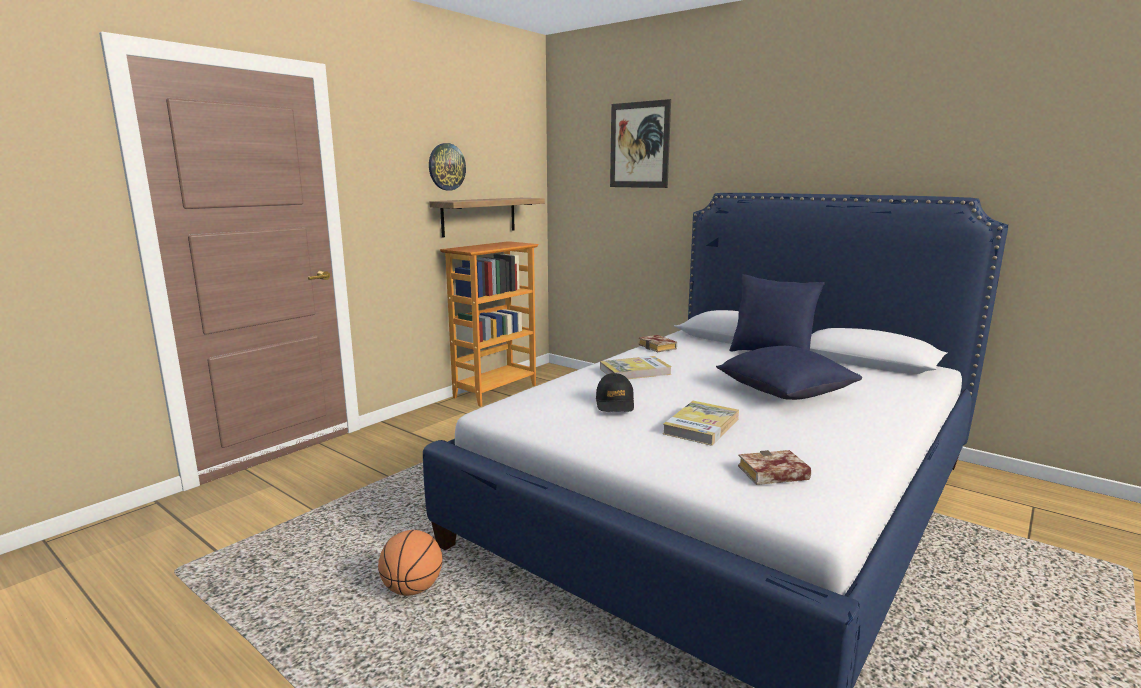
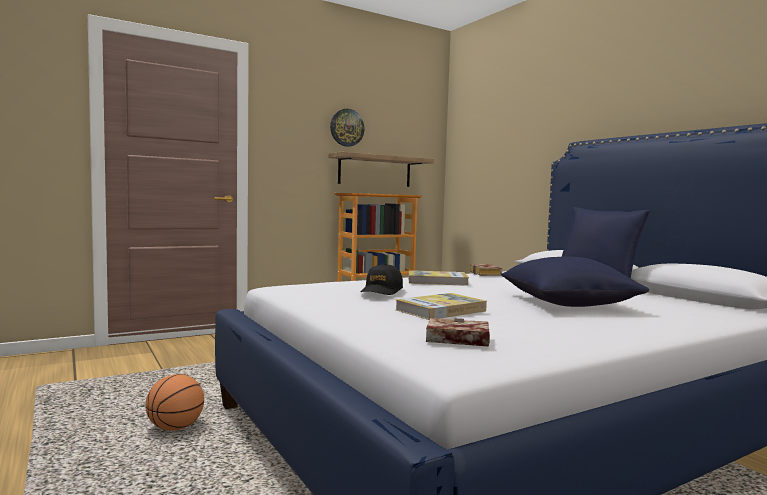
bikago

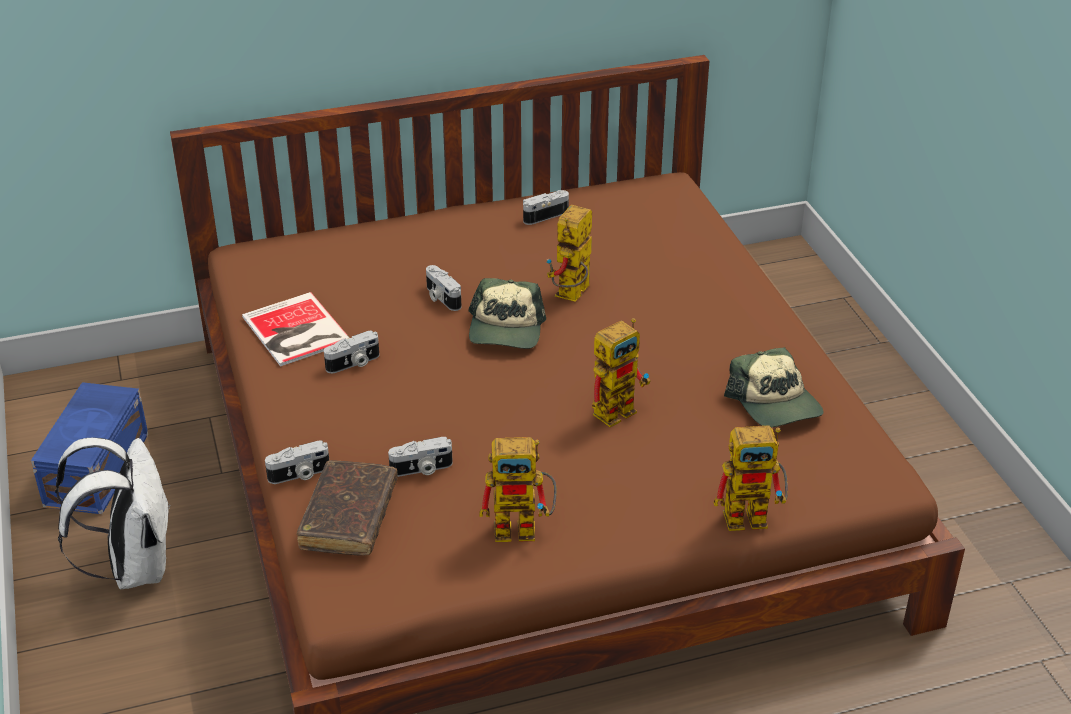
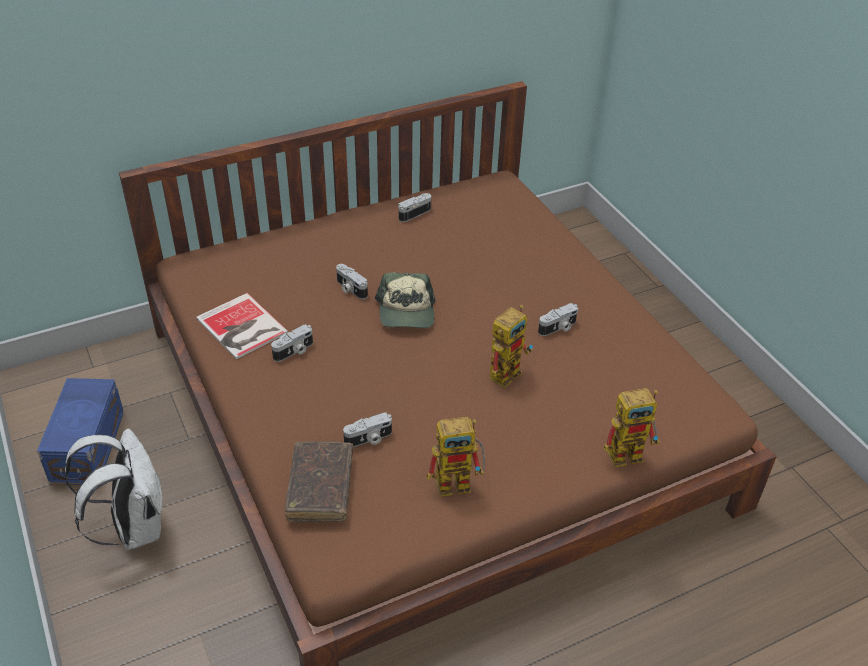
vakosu (no. 5 from left); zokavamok (no. 2 from left in the first image); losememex (no. 2 from left in the first image)

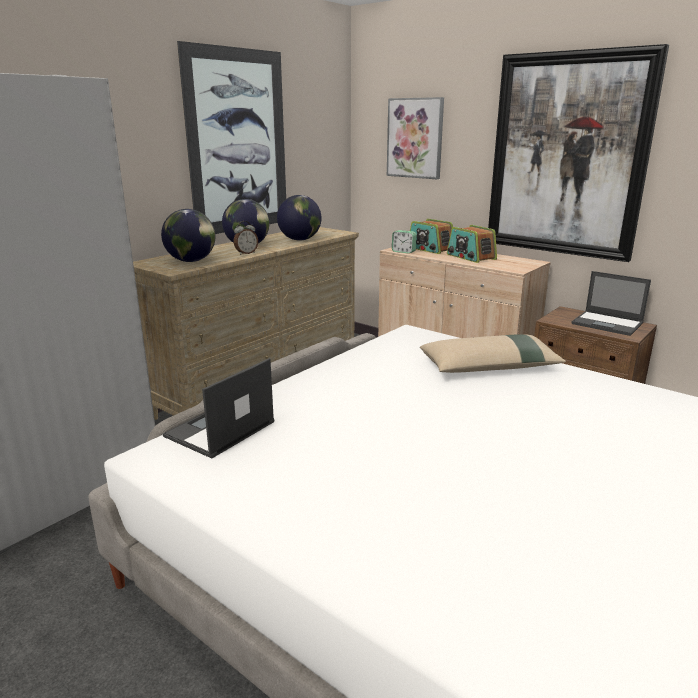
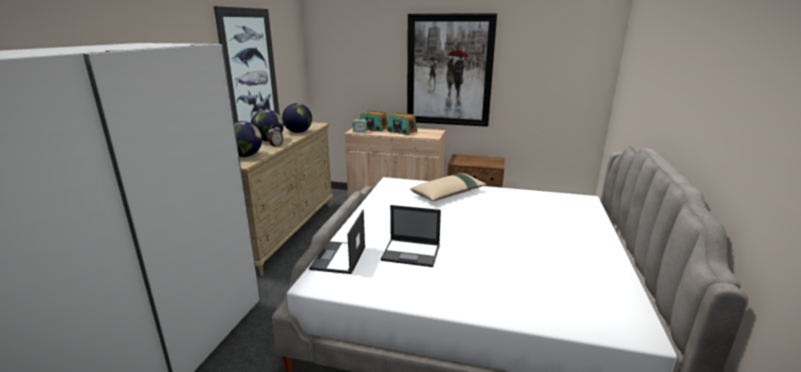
bikago (no. 2 from left in the first image); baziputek (no. 2 from left)

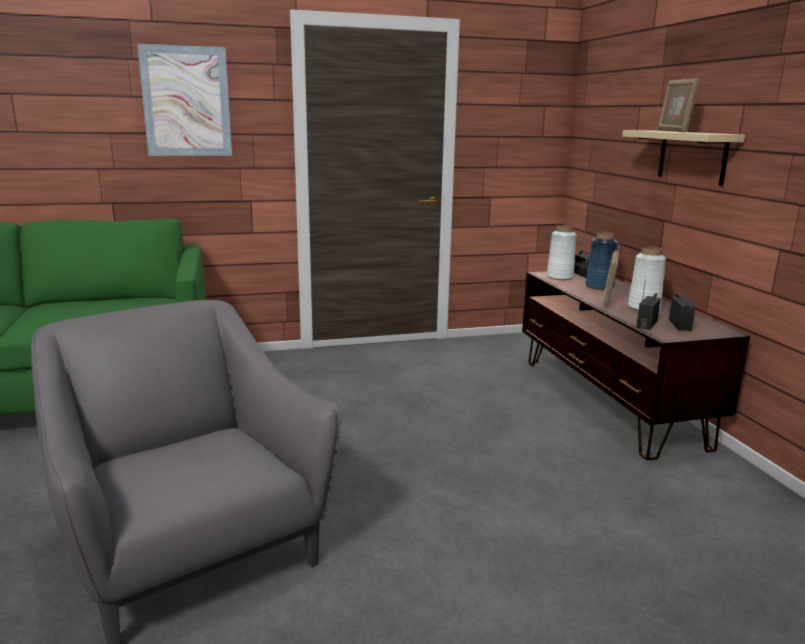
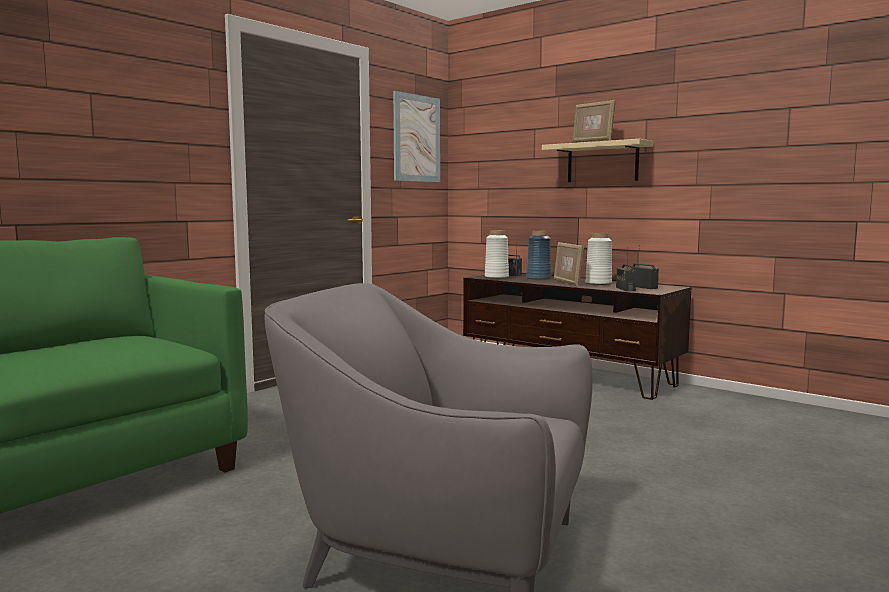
bikago

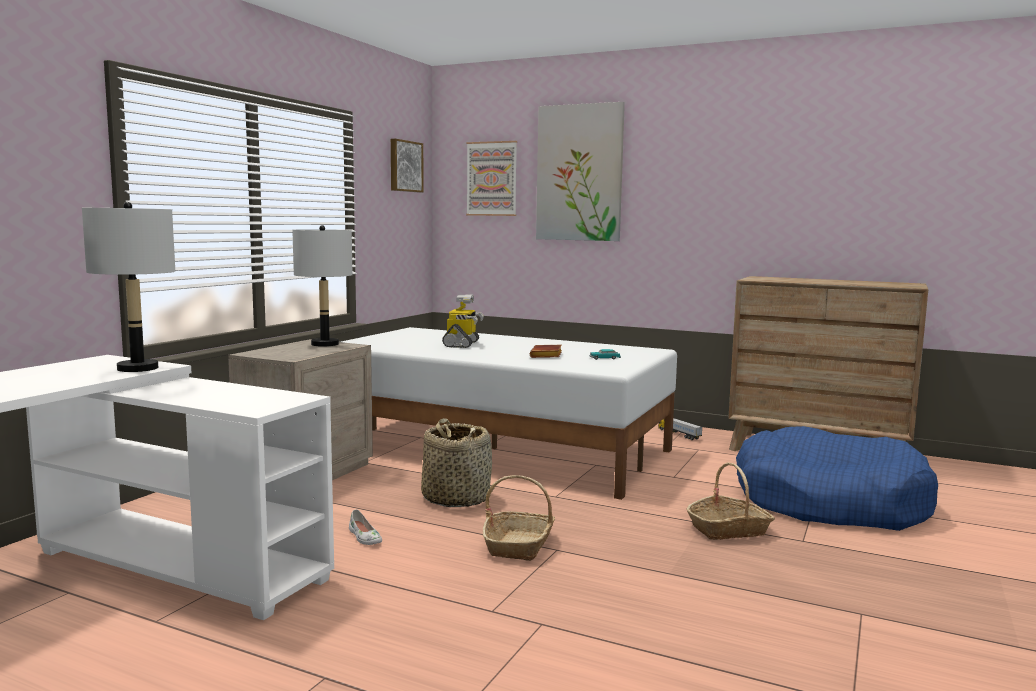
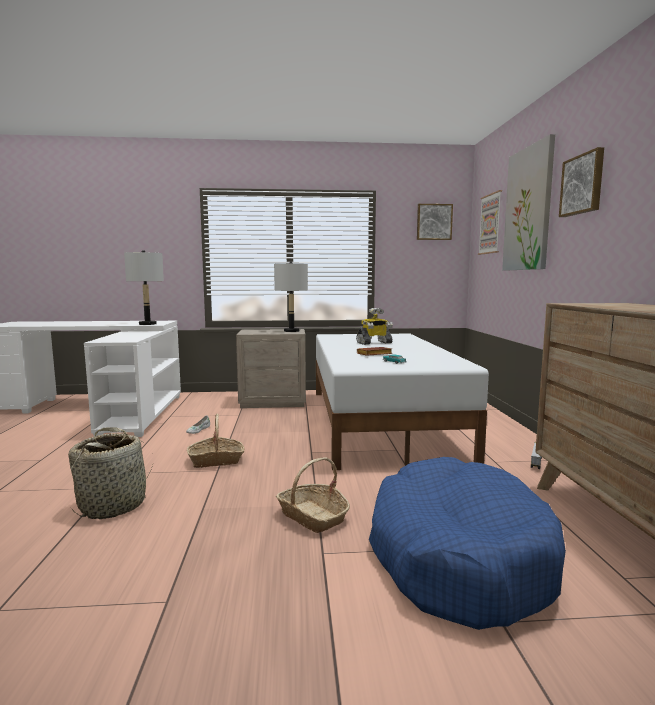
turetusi (no. 1 from left); bikago (no. 4 from left)

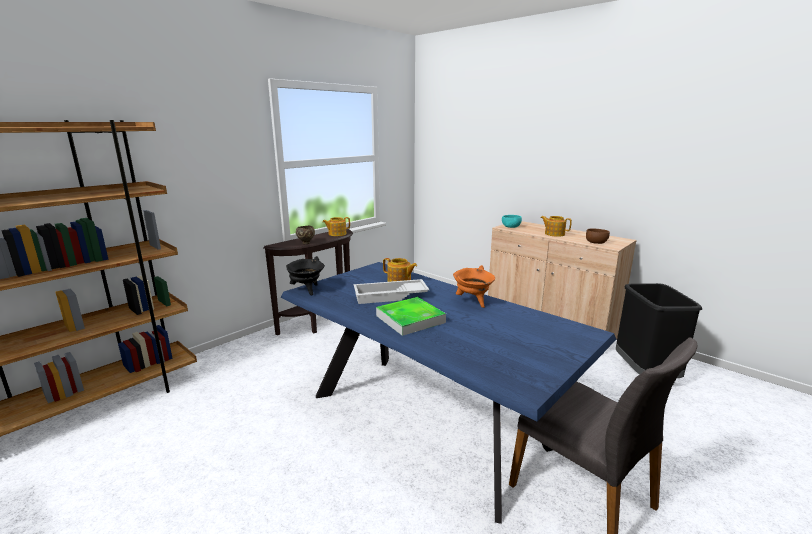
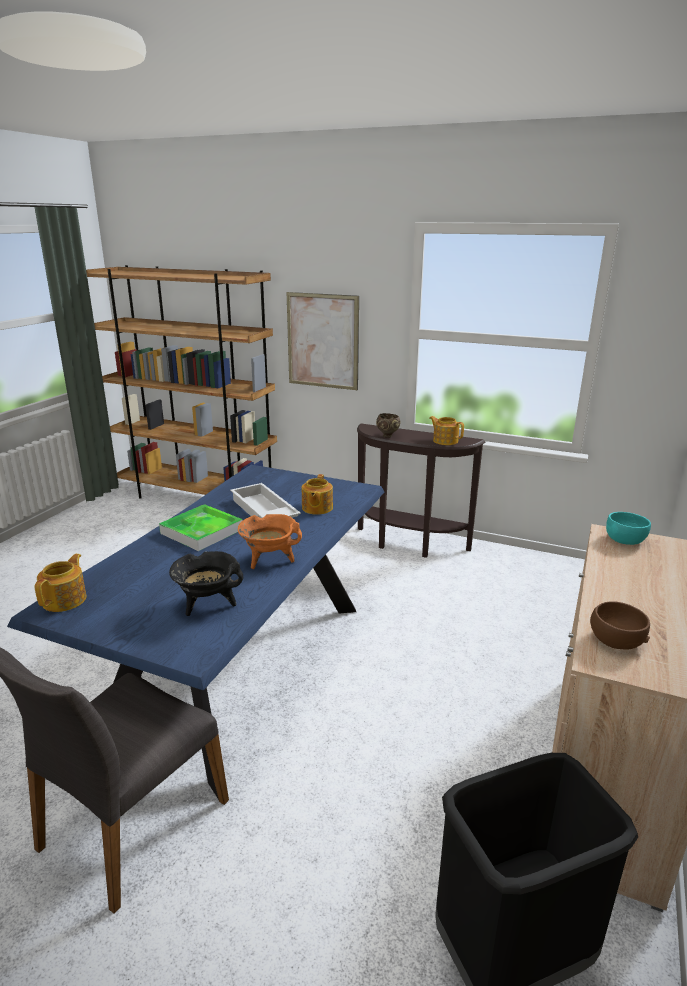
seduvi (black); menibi (no. 1 from left); bikago

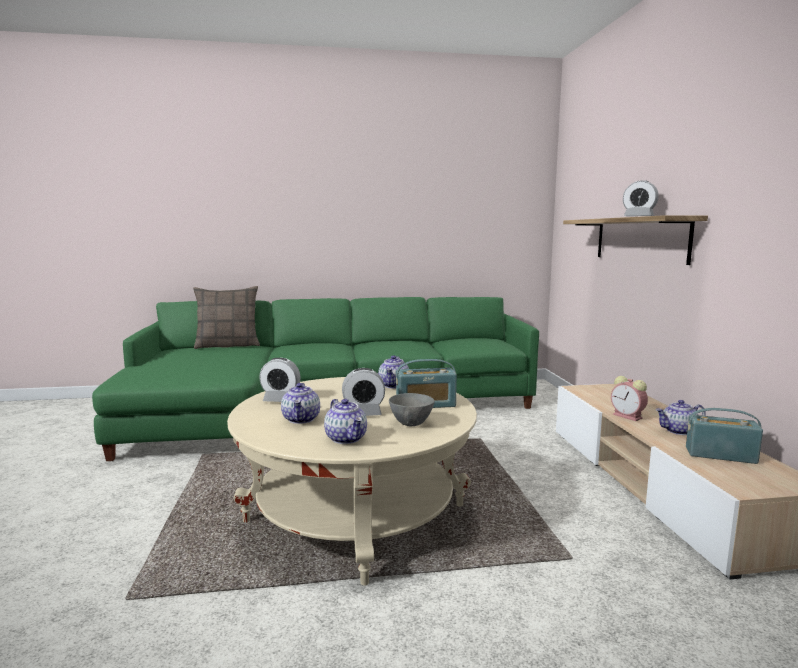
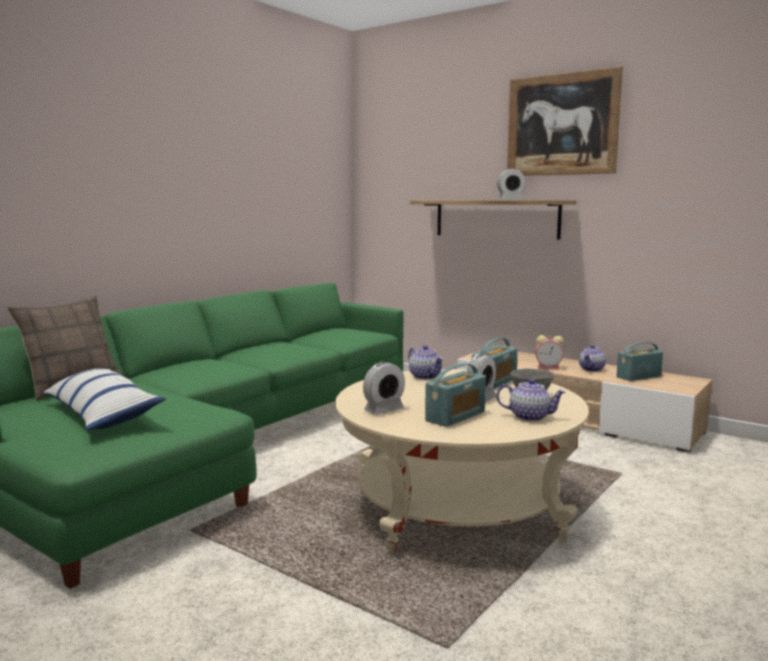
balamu (no. 1 from left); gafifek (no. 2 from left); bikago

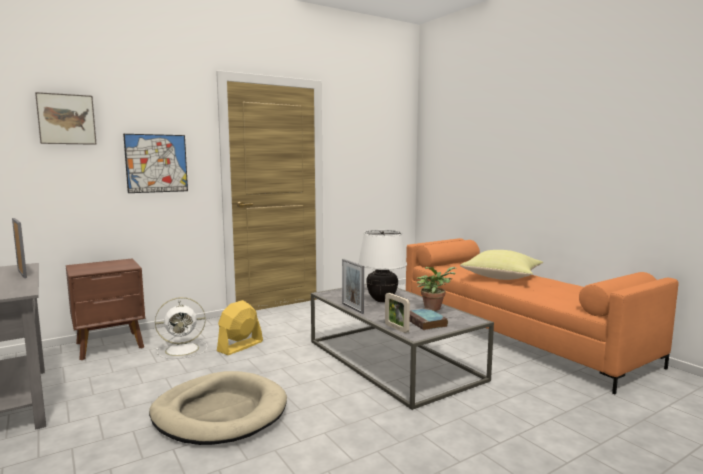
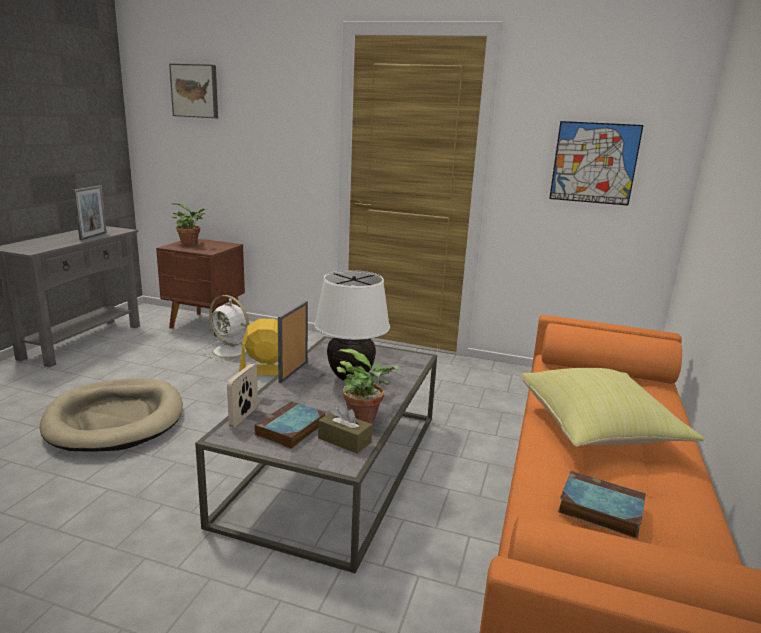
bikago (no. 2 from left); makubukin (no. 1 from left); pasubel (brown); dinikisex (no. 2 from left)

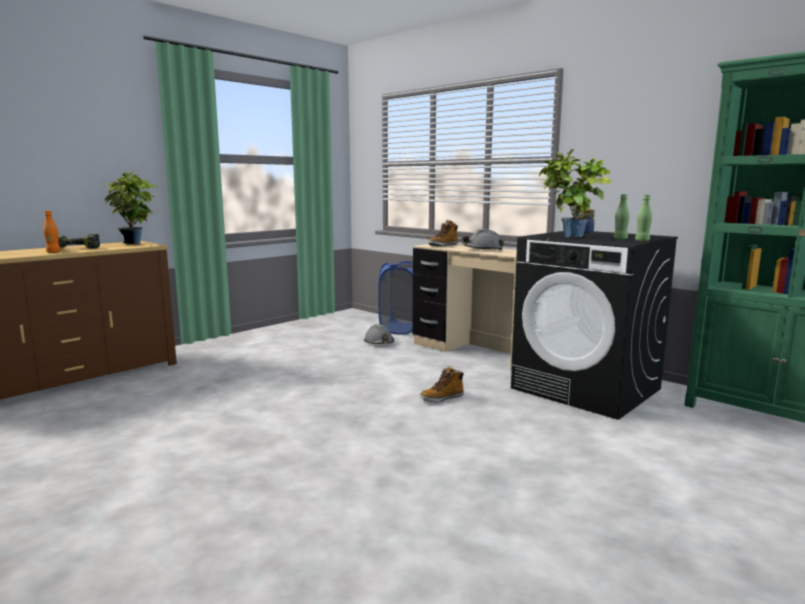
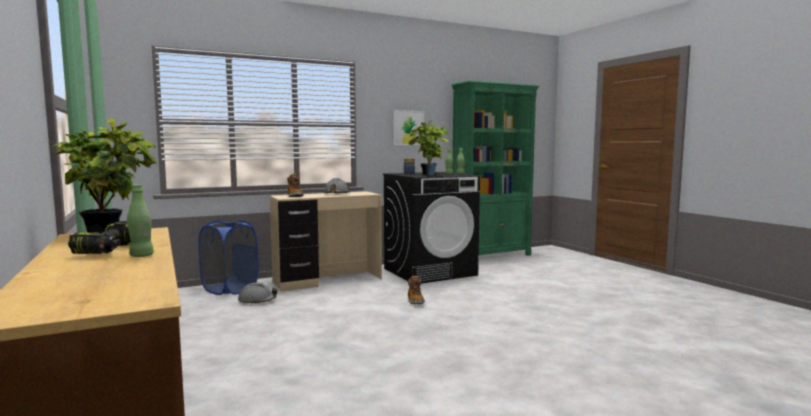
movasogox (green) (no. 1 from left); bikago

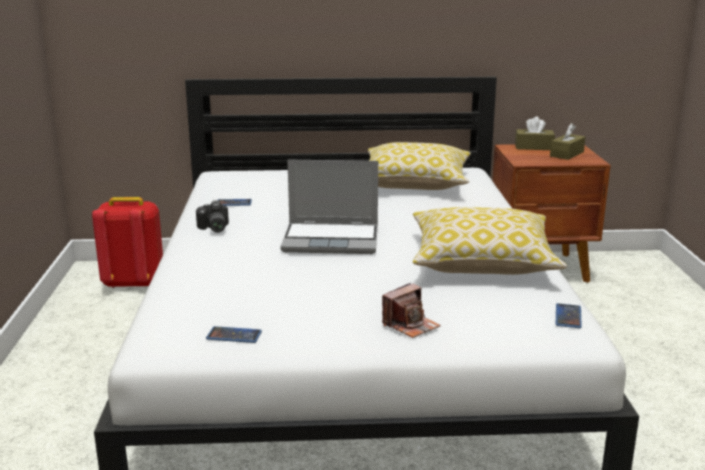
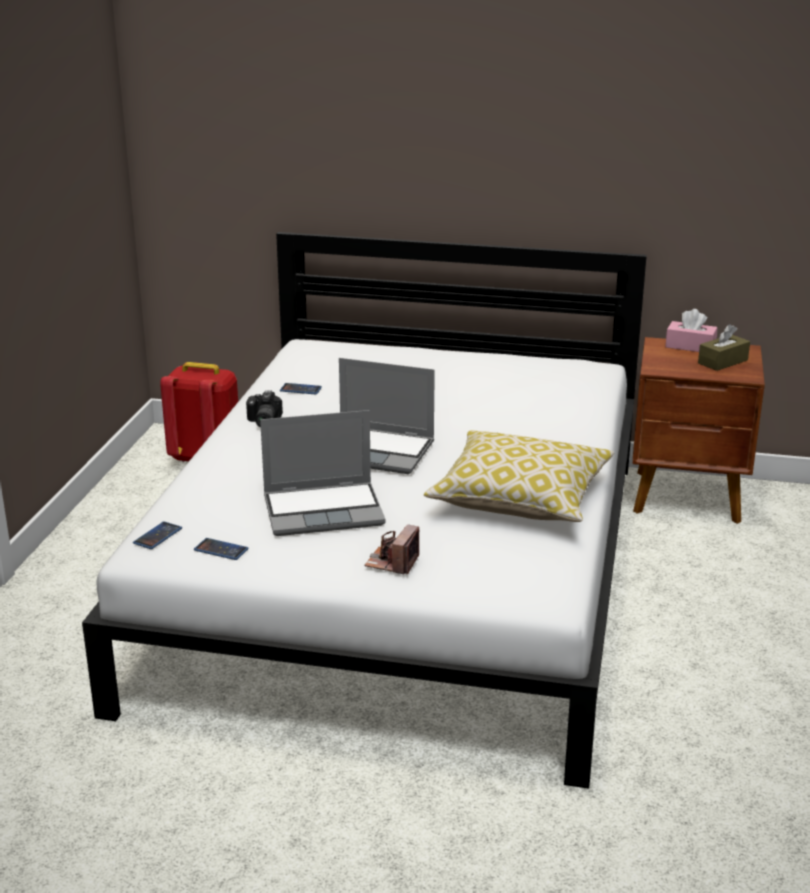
gafifek (no. 1 from left in the first image); vakosu (no. 2 from left); pasubel (pink); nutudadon (no. 1 from left); baziputek (no. 1 from left)

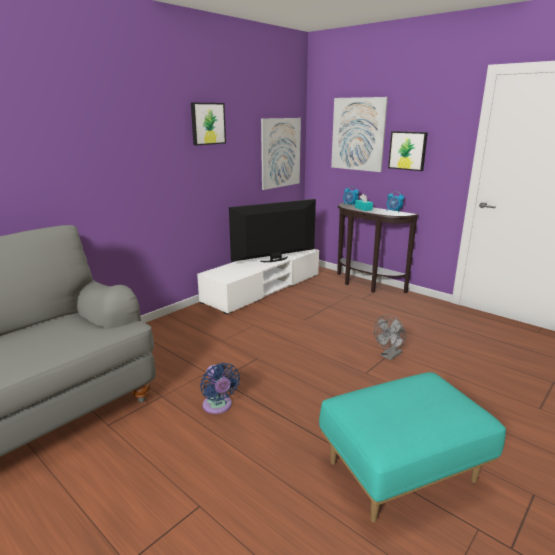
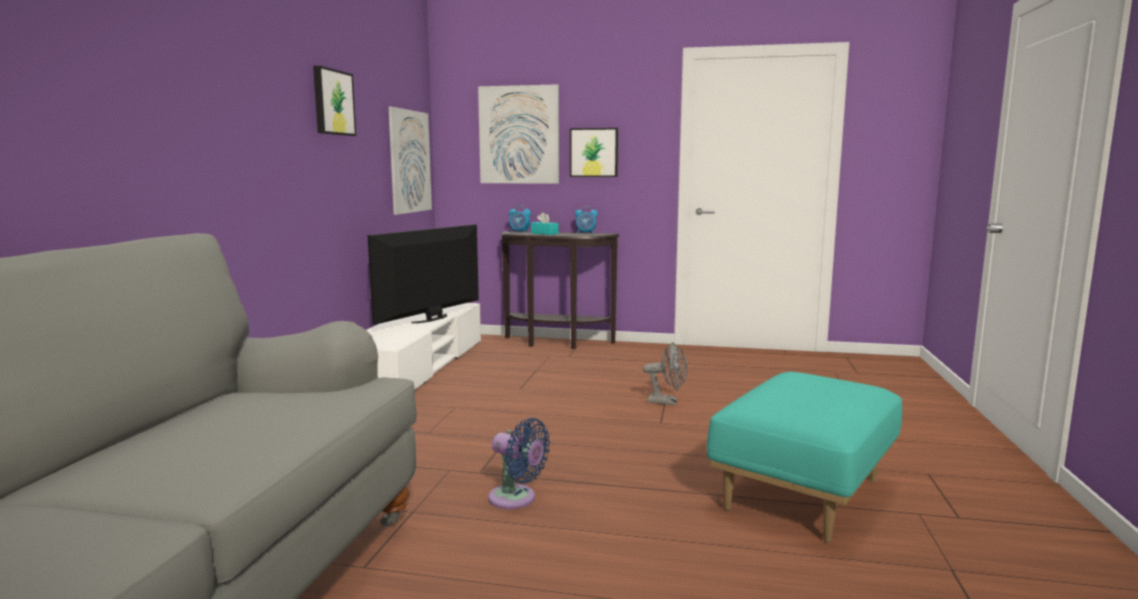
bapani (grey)

